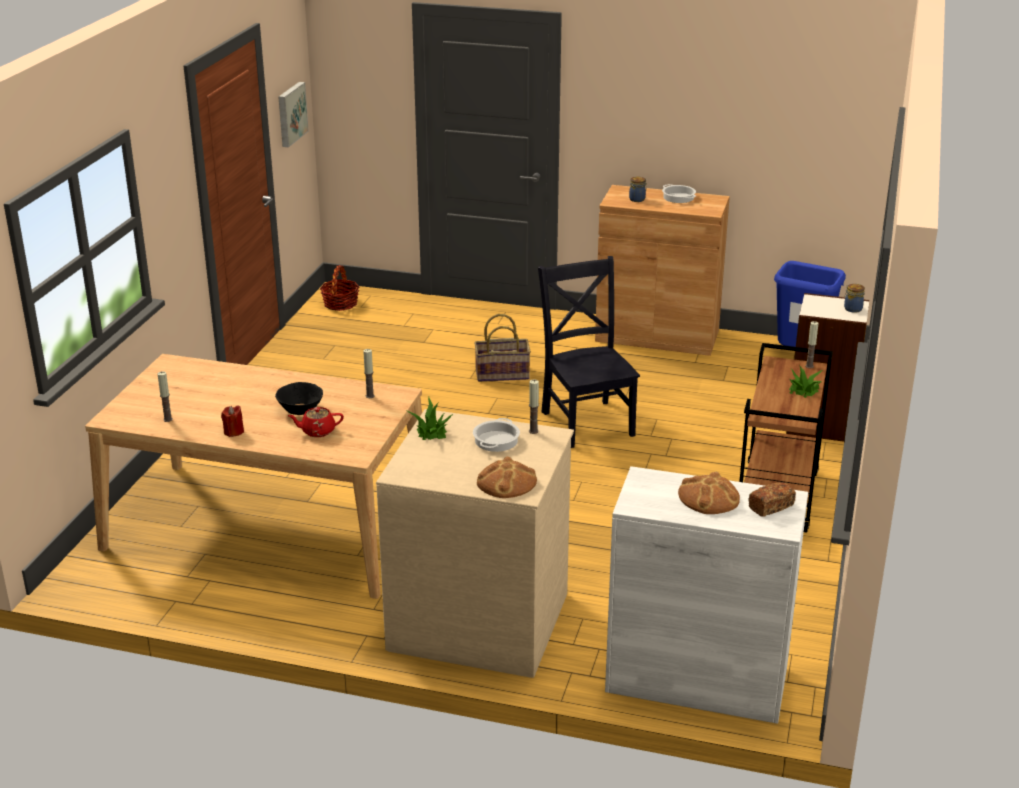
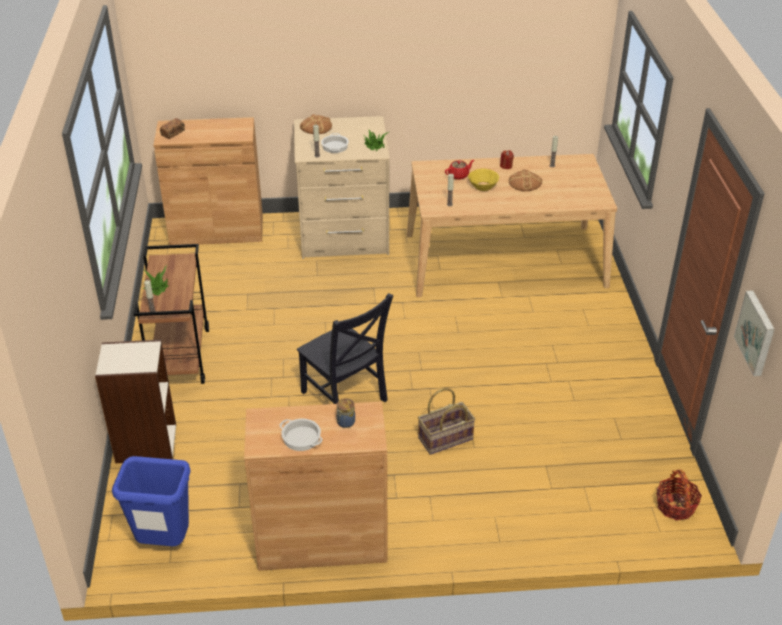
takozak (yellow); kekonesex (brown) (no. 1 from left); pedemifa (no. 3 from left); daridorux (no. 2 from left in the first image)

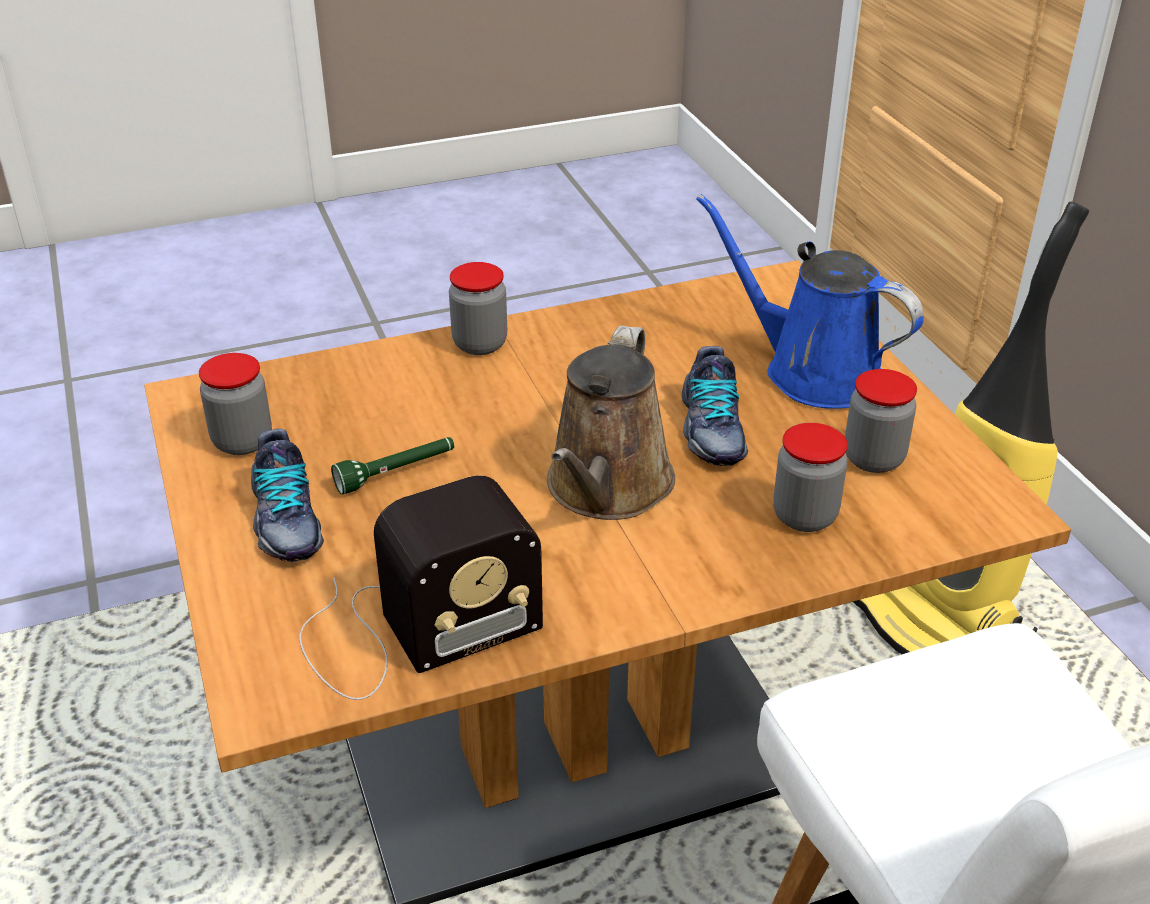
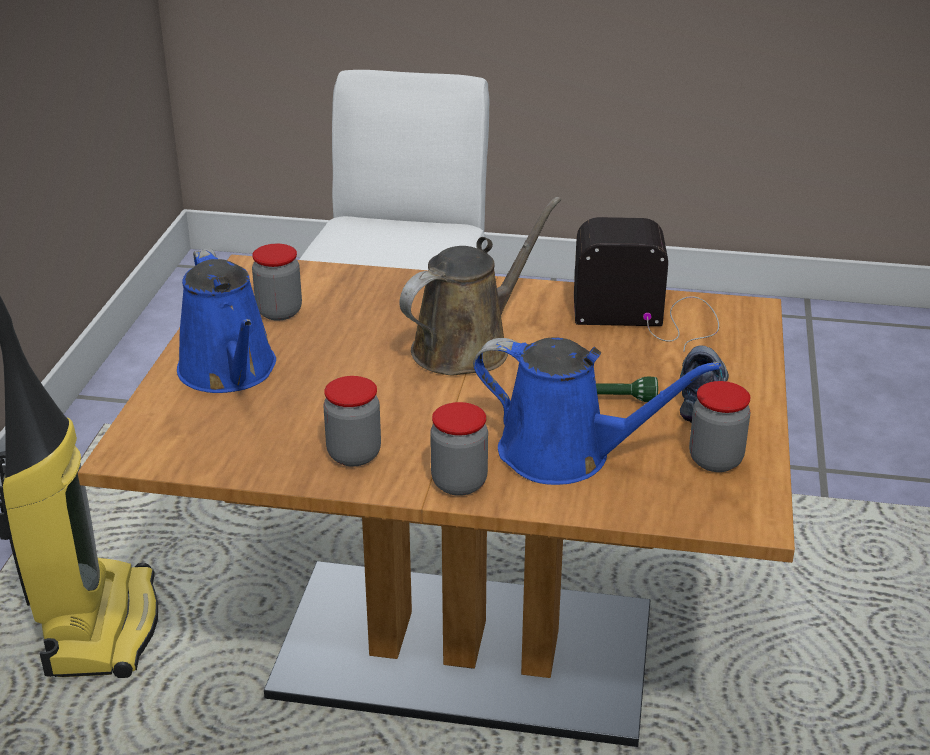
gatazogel (no. 2 from left in the first image); daridorux (no. 2 from left); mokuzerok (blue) (no. 2 from left)

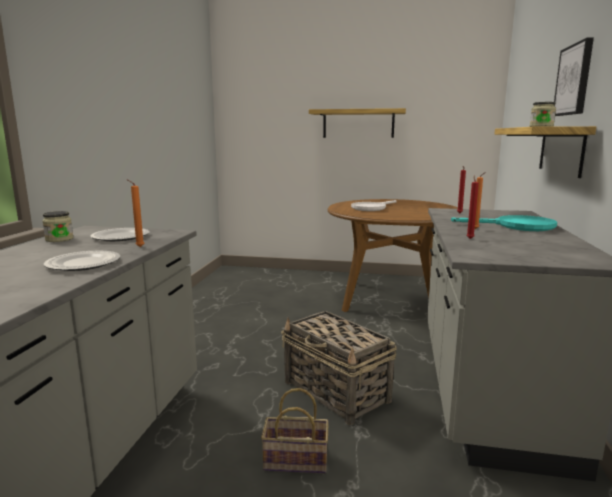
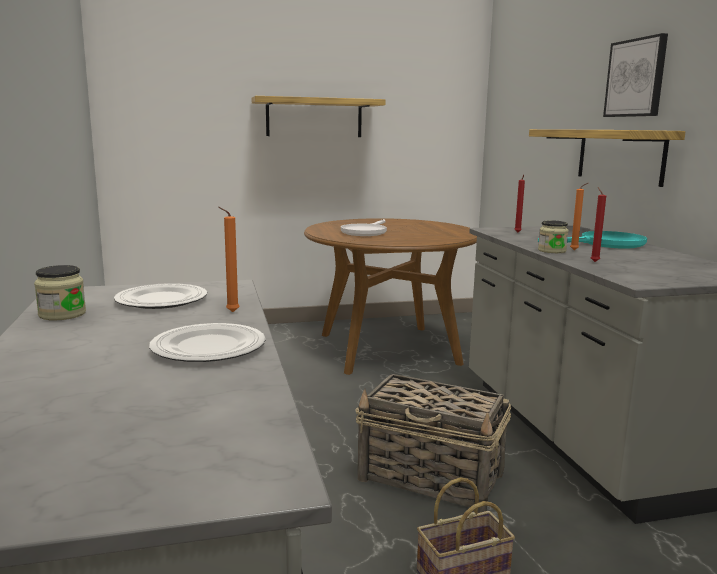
daridorux (no. 2 from left)

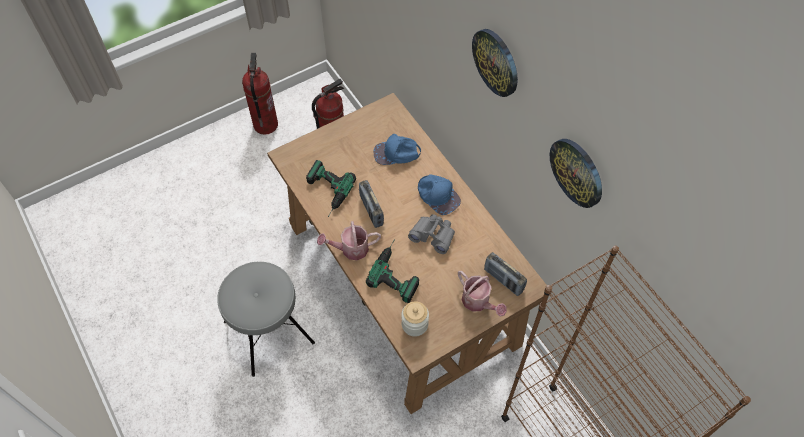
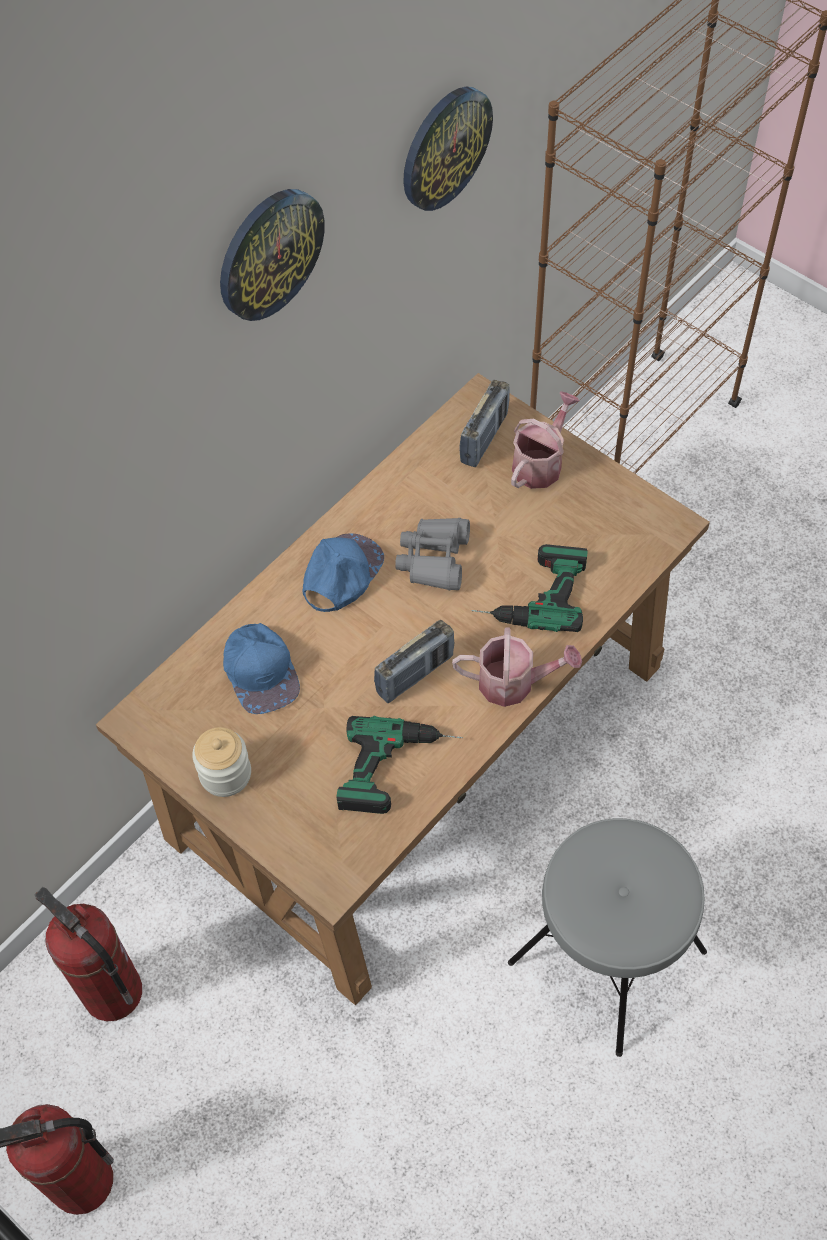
mokuzerok (no. 1 from left); daridorux

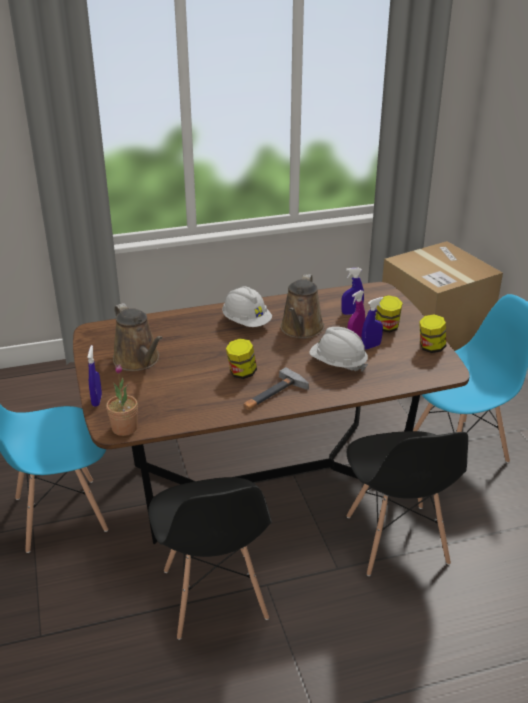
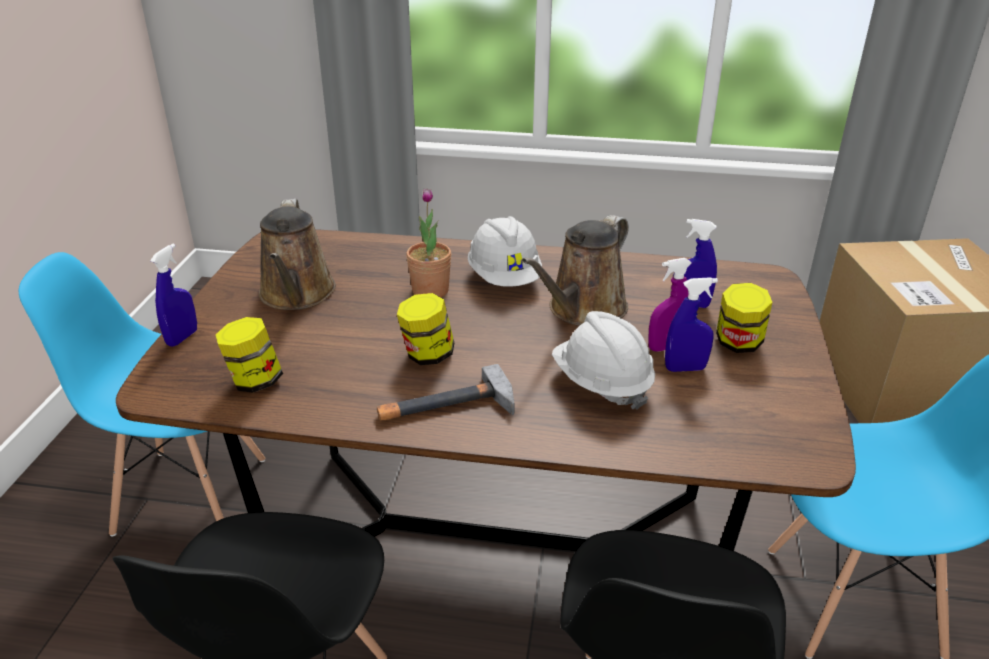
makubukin; daridorux (no. 1 from left)

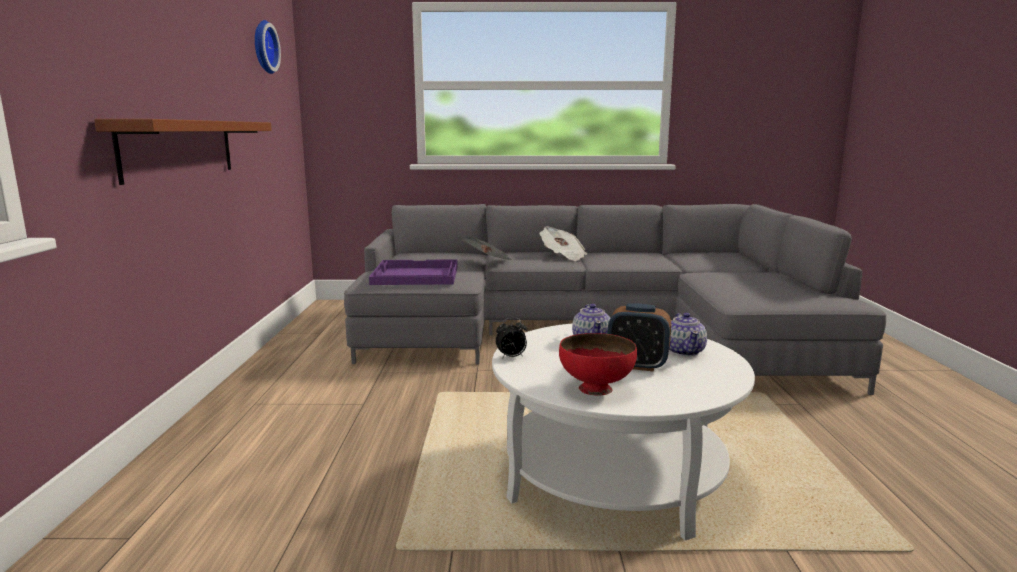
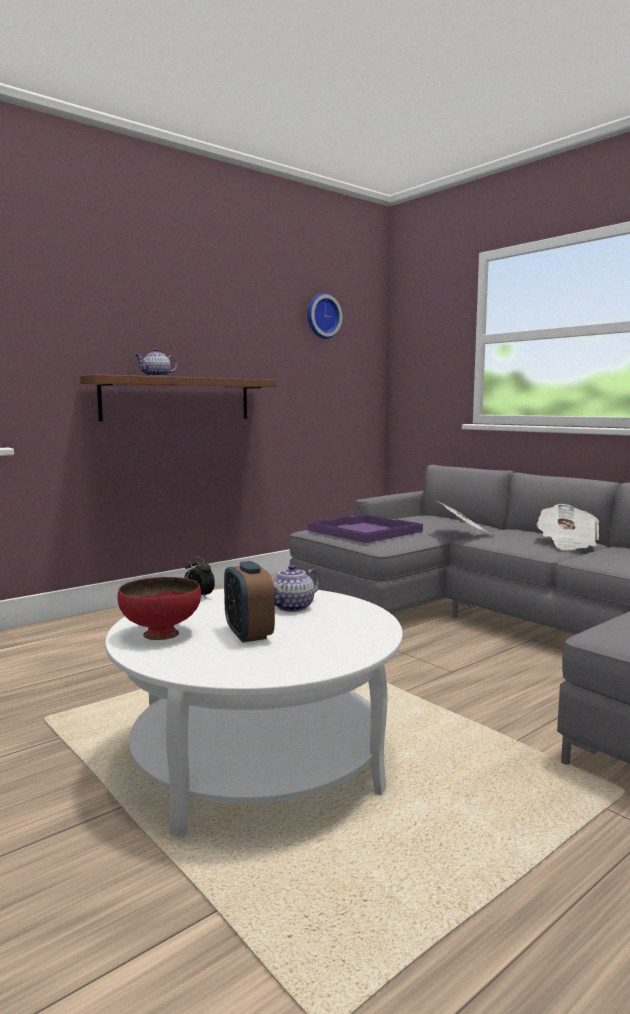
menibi (no. 1 from left)

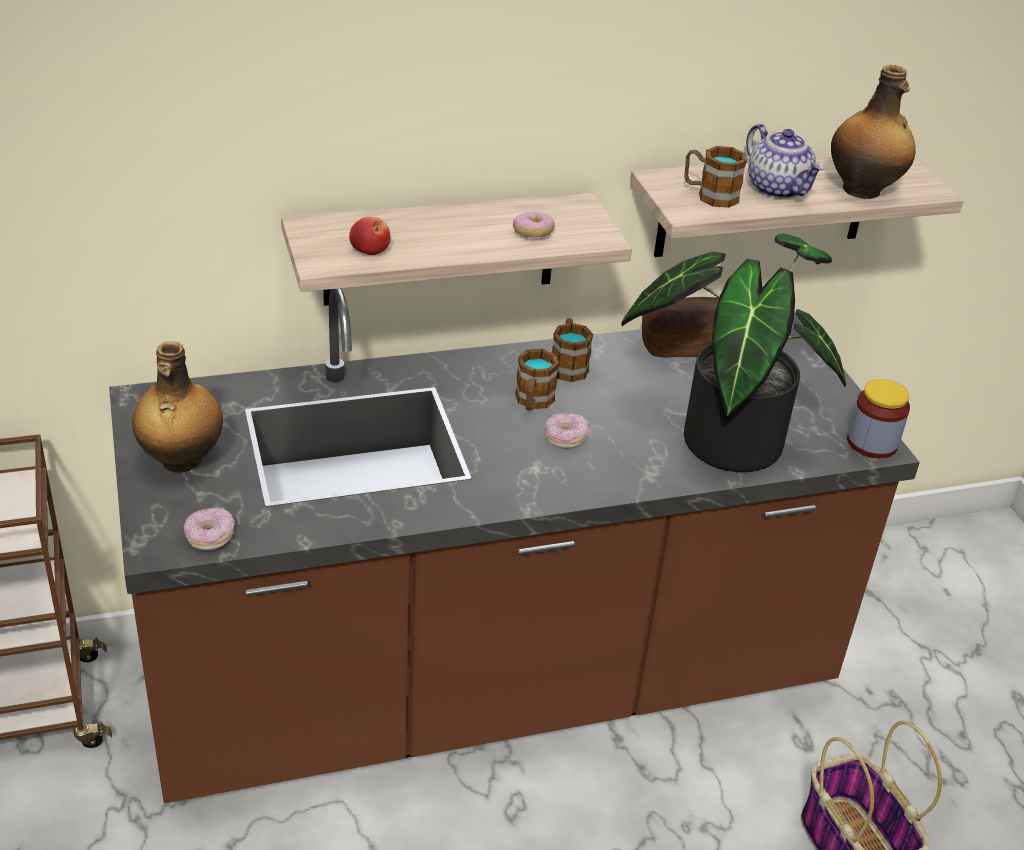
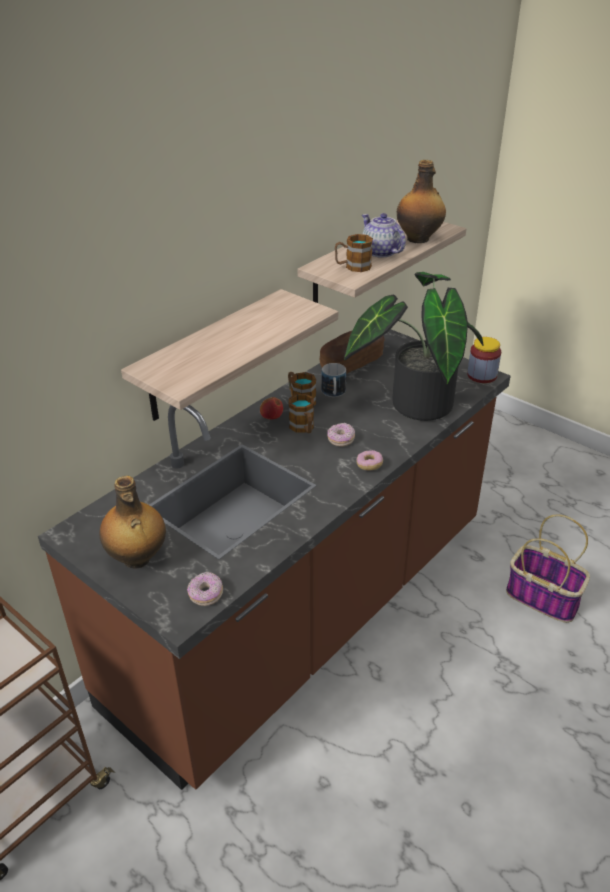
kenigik; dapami (no. 3 from left); menibi; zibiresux (no. 3 from left)

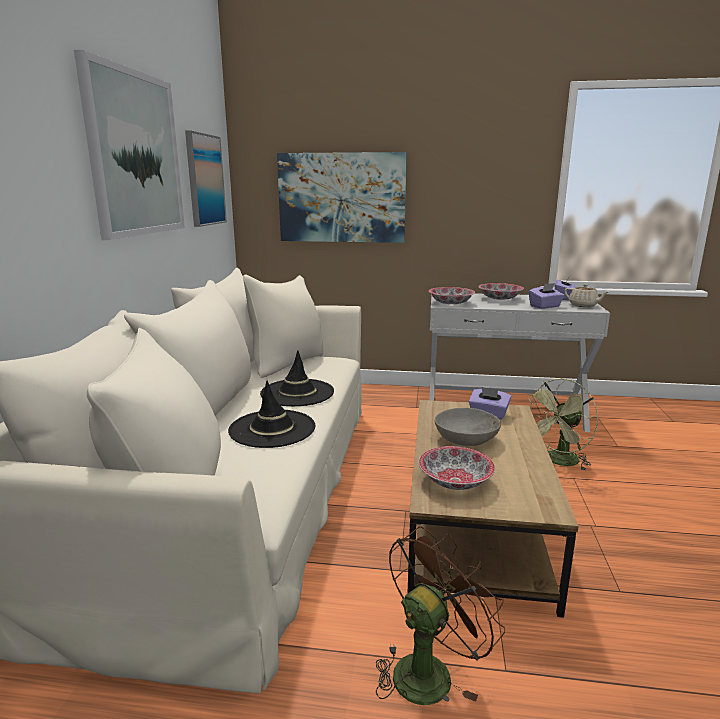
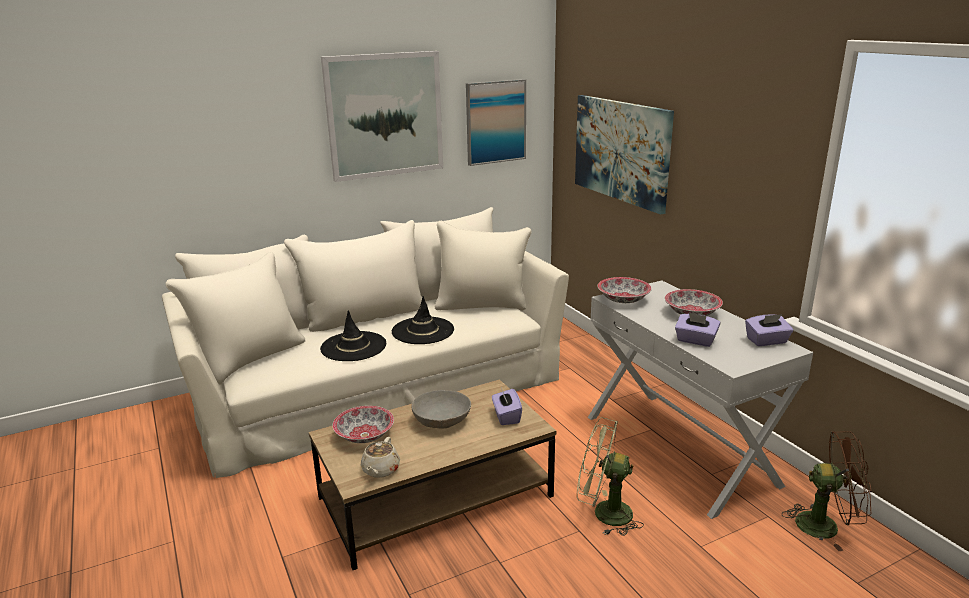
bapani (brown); menibi (beige)

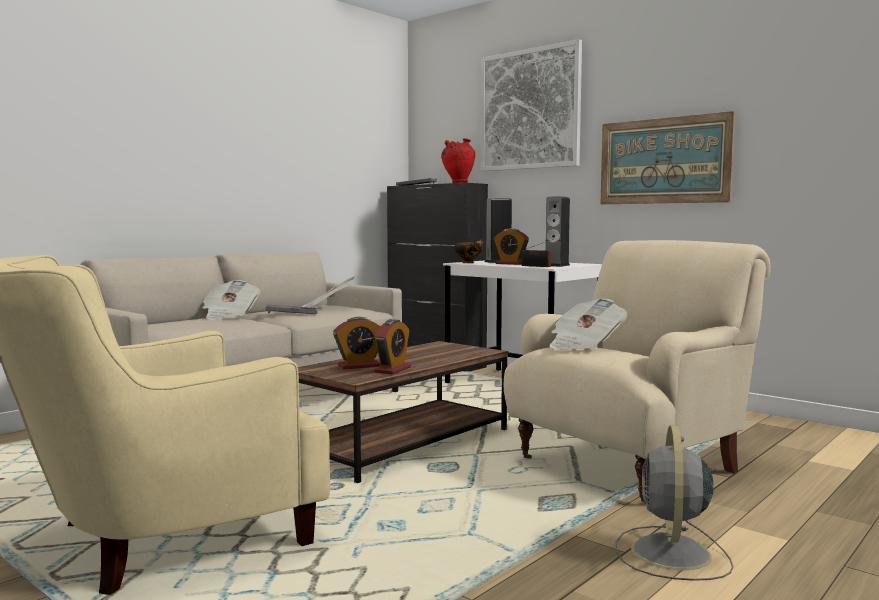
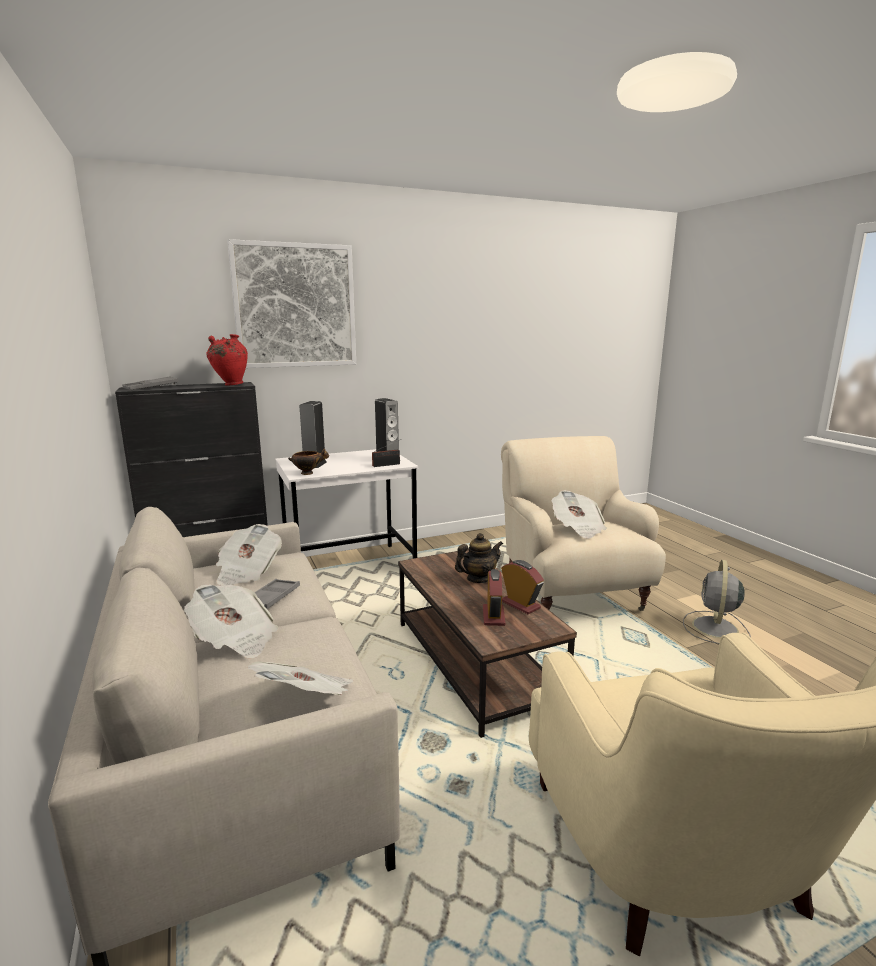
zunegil (no. 3 from left in the first image); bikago (no. 2 from left in the first image); bapani (grey); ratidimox (no. 3 from left); menibi

